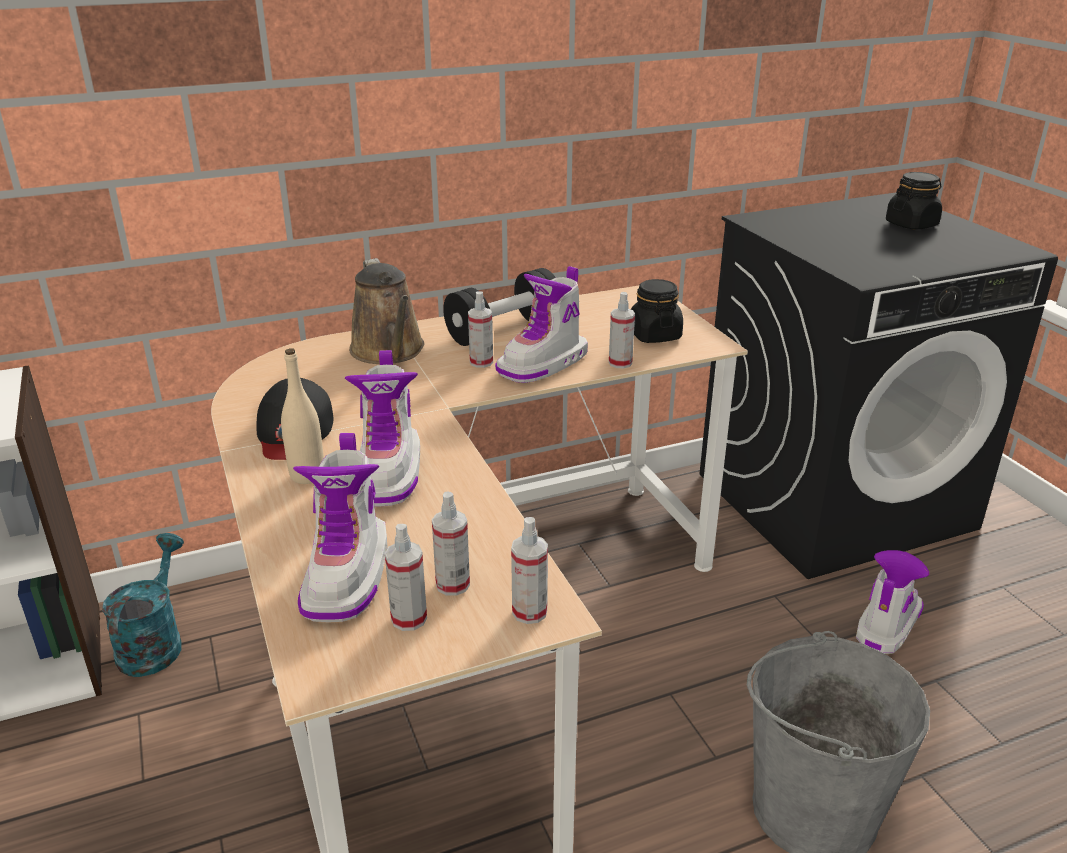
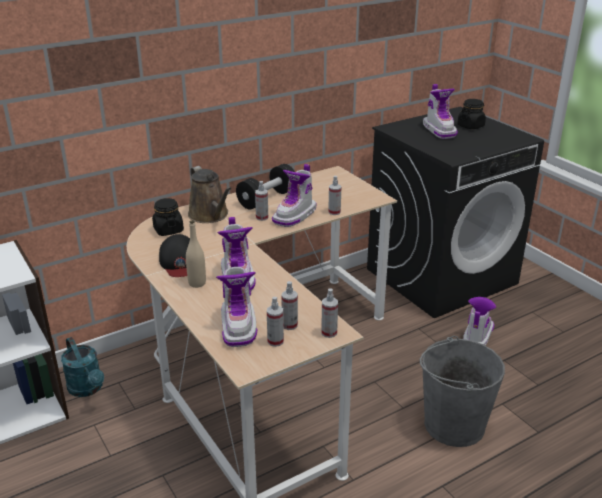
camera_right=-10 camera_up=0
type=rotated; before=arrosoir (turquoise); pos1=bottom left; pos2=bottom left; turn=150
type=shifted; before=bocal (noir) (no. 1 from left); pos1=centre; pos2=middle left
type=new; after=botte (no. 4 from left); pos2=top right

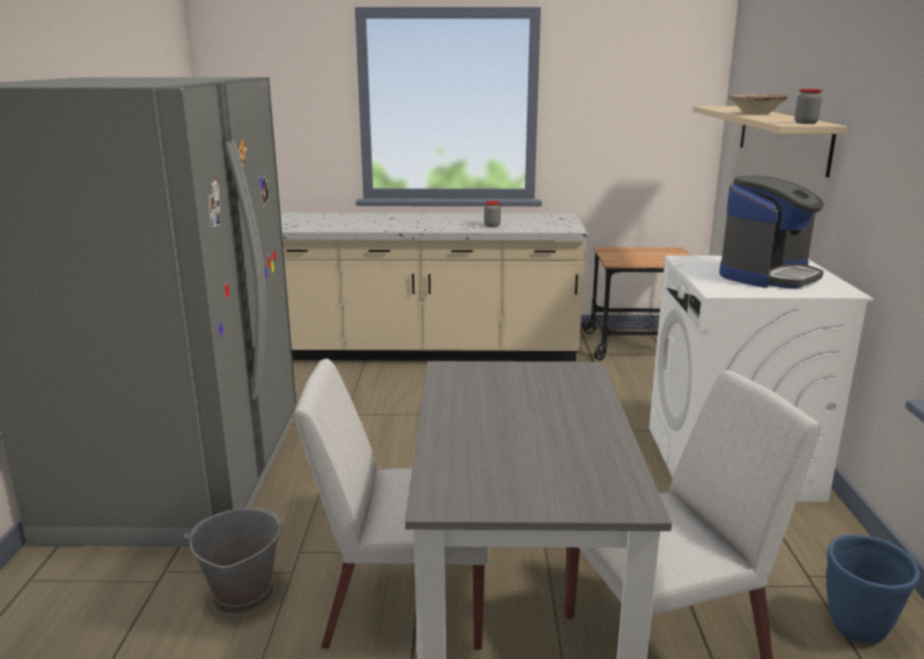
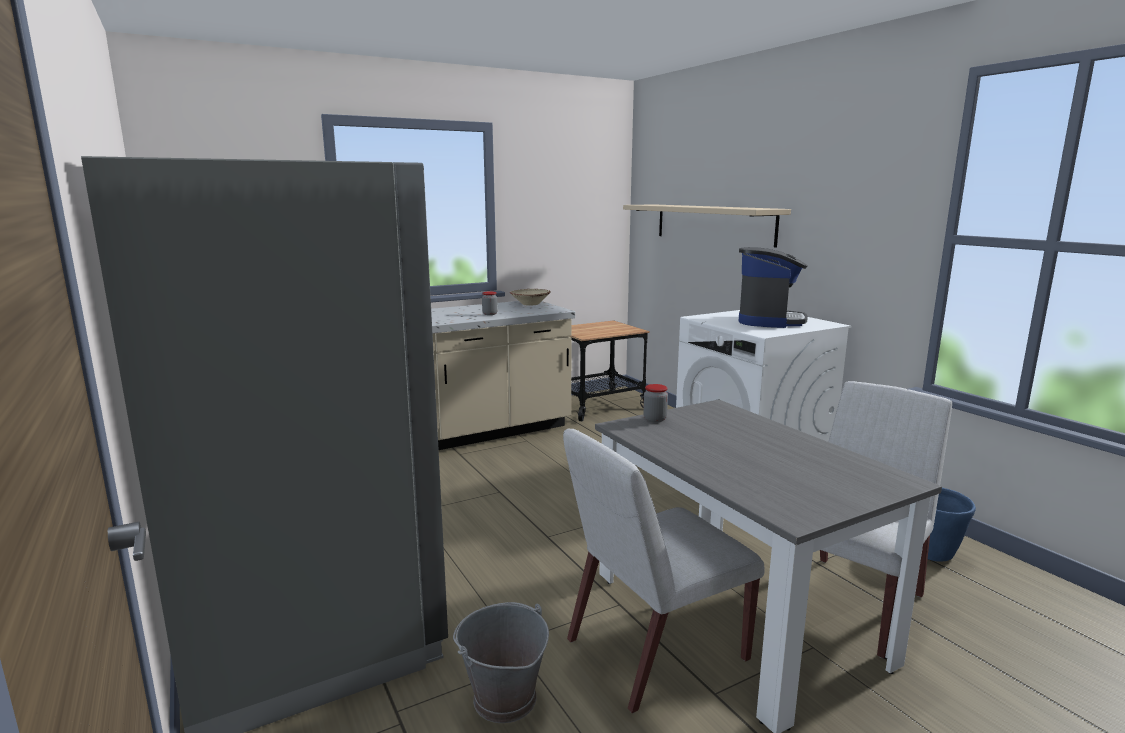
camera_right=-30 camera_up=-5
type=shifted; before=bol (beige); pos1=top right; pos2=centre
type=shifted; before=bocal (no. 2 from left); pos1=top right; pos2=centre

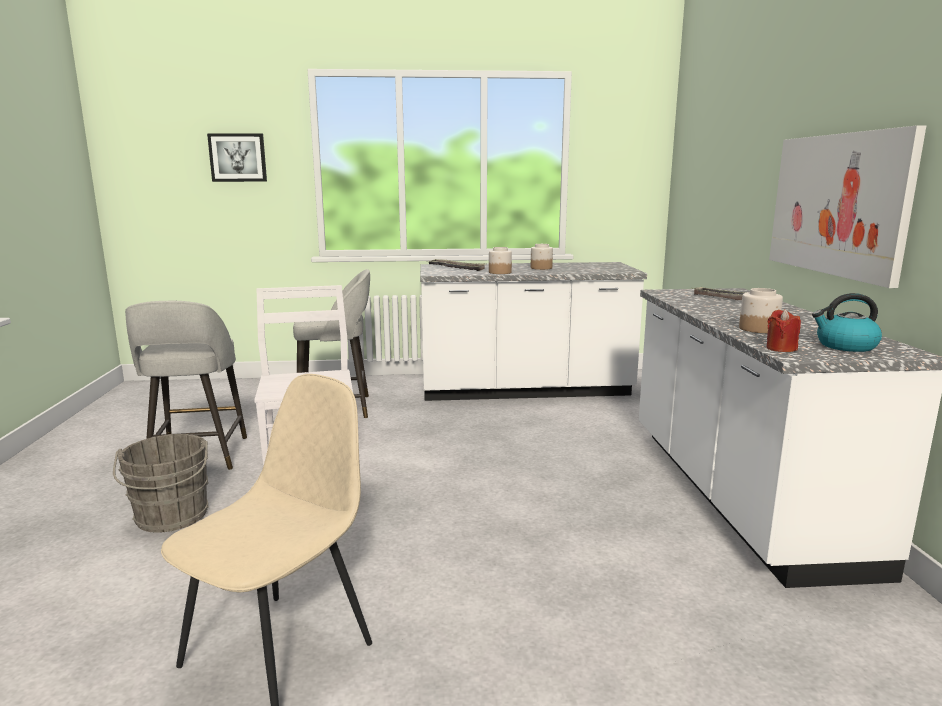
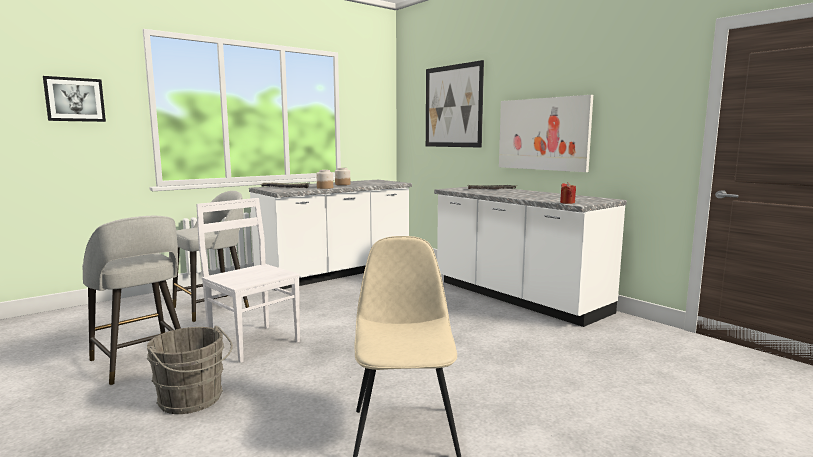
camera_right=-35 camera_up=-5
type=gone; before=bocal (no. 3 from left); pos1=middle right
type=gone; before=bouilloire; pos1=middle right
type=new; after=tableau (no. 2 from left); pos2=top centre

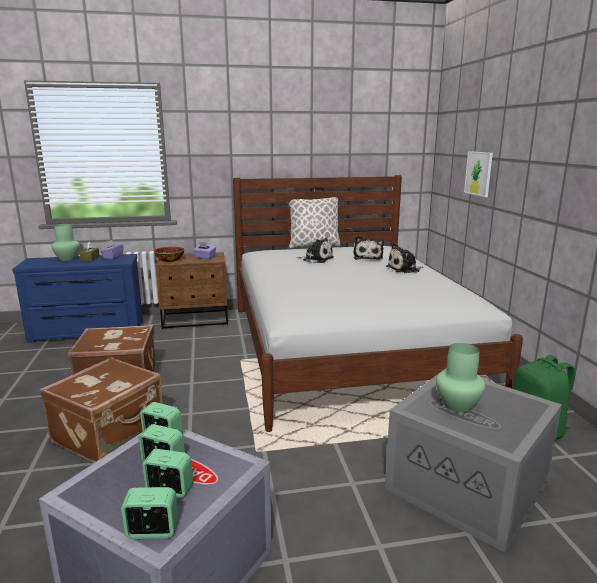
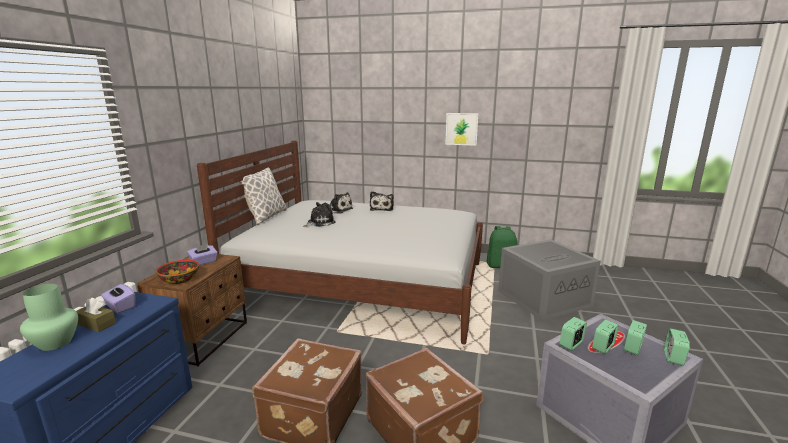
camera_right=-65 camera_up=0
type=gone; before=vase (vert) (no. 2 from left); pos1=middle right
type=shifted; before=tableau; pos1=top right; pos2=top centre

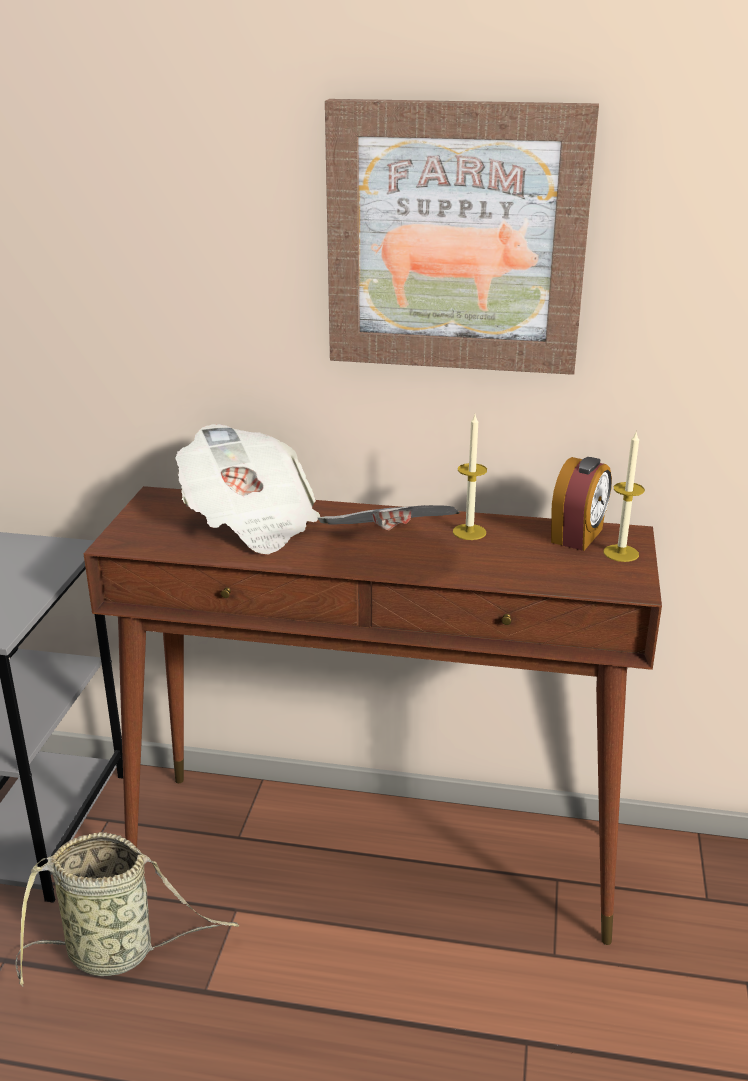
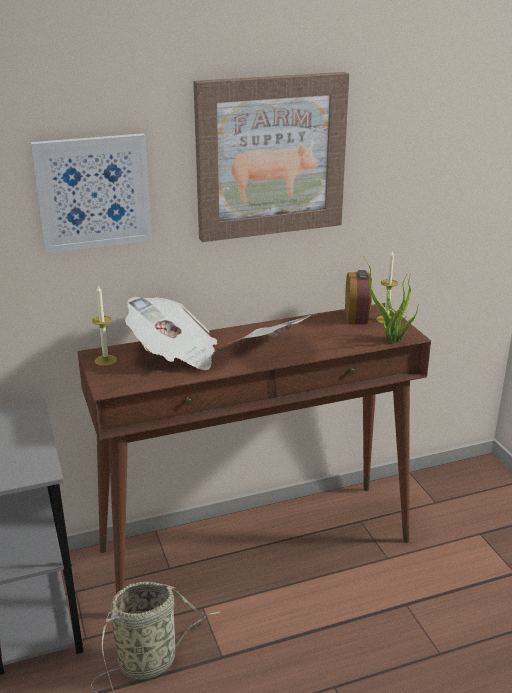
camera_right=-30 camera_up=0
type=shifted; before=bougie (no. 1 from left); pos1=centre; pos2=middle left
type=new; after=tableau (no. 1 from left); pos2=top left
type=new; after=plante en pot; pos2=middle right

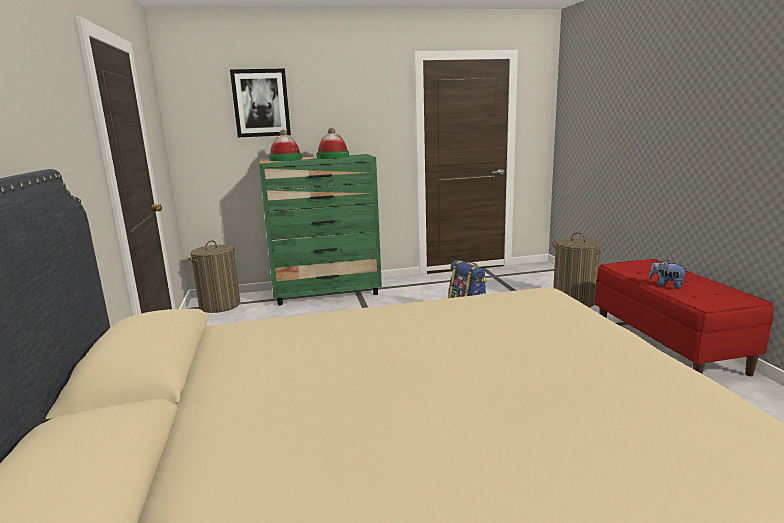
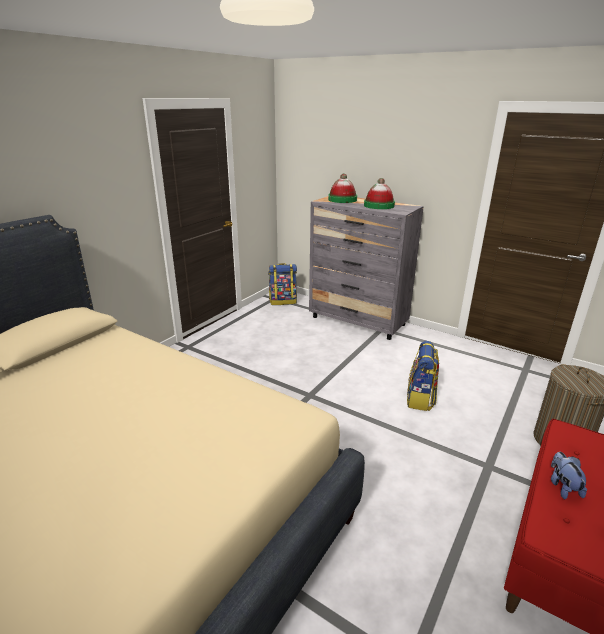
camera_right=45 camera_up=10
type=swapped; before=panier à linge (no. 1 from left); after=sac à dos (no. 1 from left); pos1=middle left; pos2=centre
type=gone; before=tableau; pos1=top left
type=repainted; before=commode (vert); after=commode (gris); pos1=centre; pos2=centre

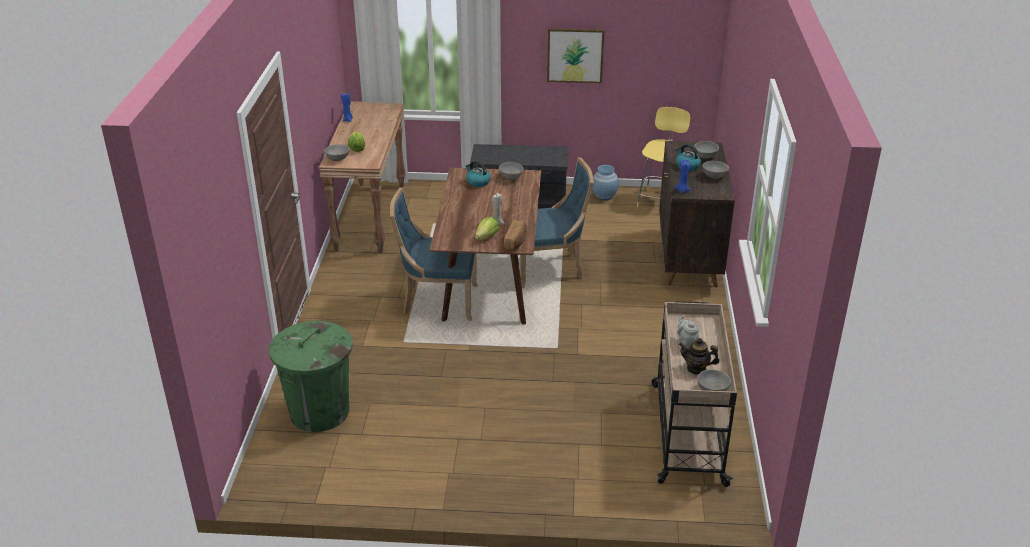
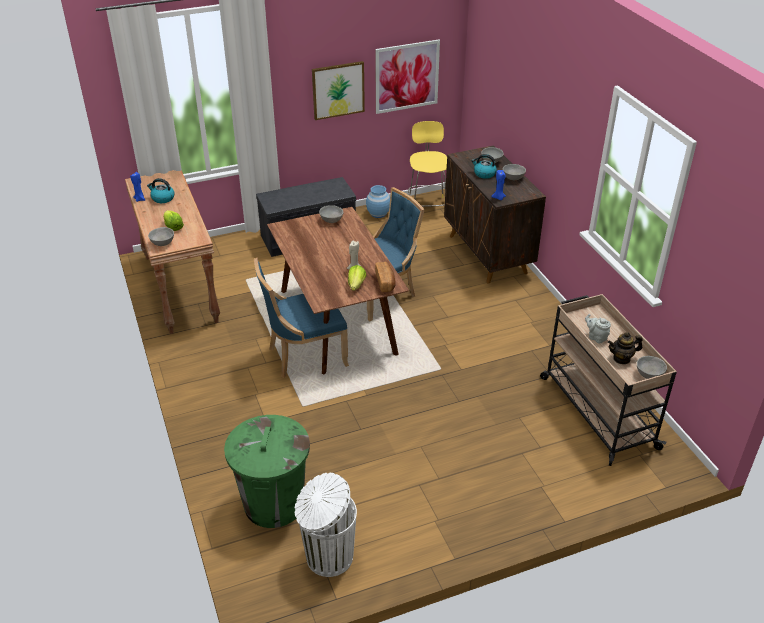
camera_right=-25 camera_up=5
type=shifted; before=bouilloire (no. 1 from left); pos1=top centre; pos2=top left
type=new; after=poubelle (blanc); pos2=bottom centre
type=new; after=tableau (no. 2 from left); pos2=top centre

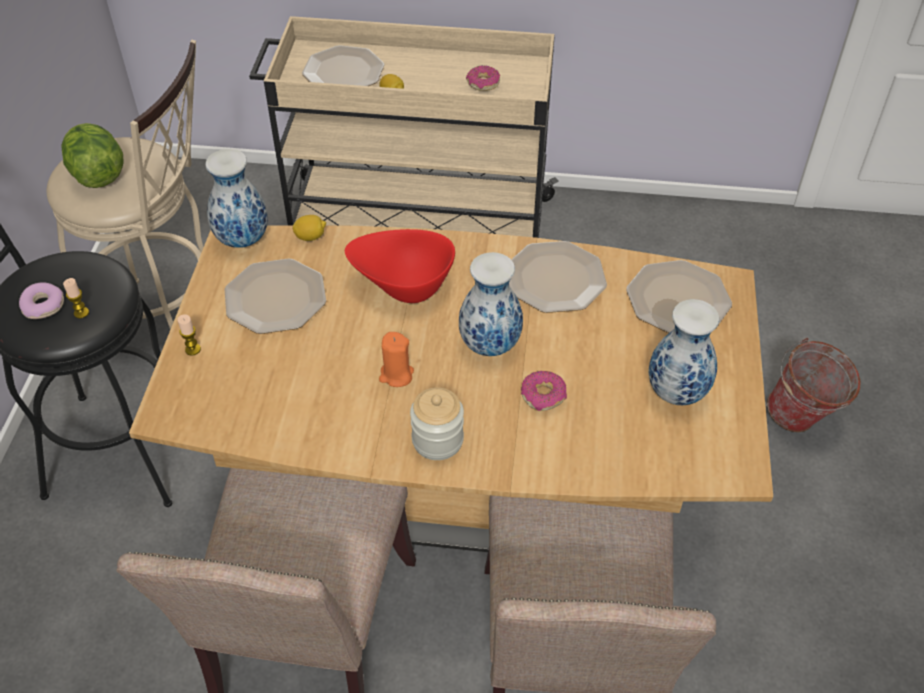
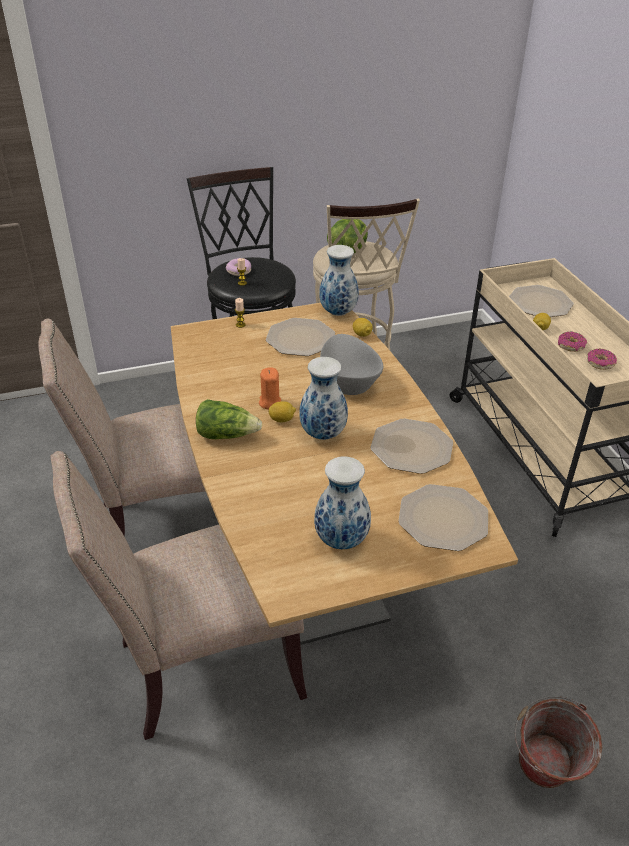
camera_right=65 camera_up=-10
type=repainted; before=bol (rouge); after=bol (gris); pos1=centre; pos2=centre
type=swapped; before=bocal; after=laitue (no. 1 from left); pos1=centre; pos2=centre
type=shifted; before=beignet (no. 3 from left in the first image); after=beignet (no. 2 from left); pos1=centre; pos2=middle right
type=new; after=citron (no. 1 from left); pos2=centre

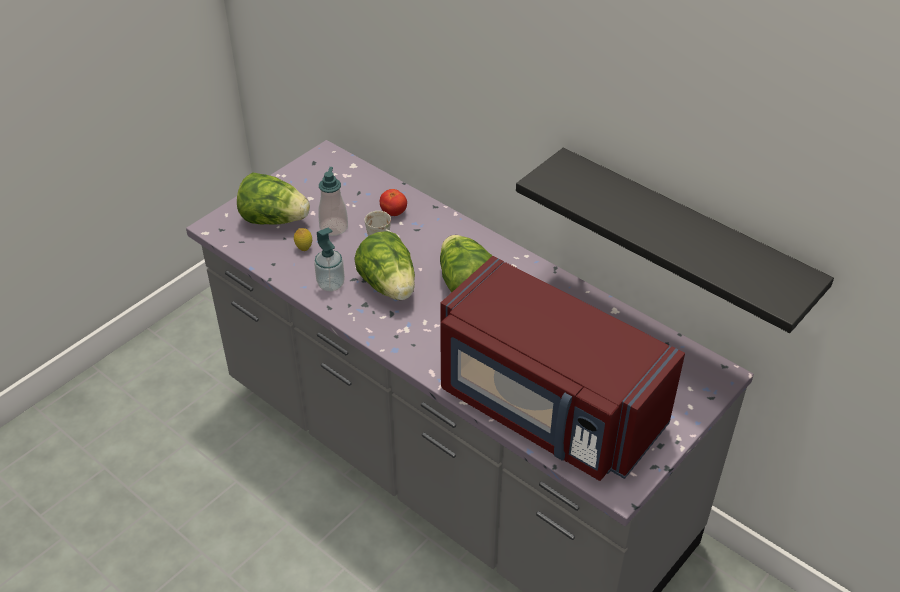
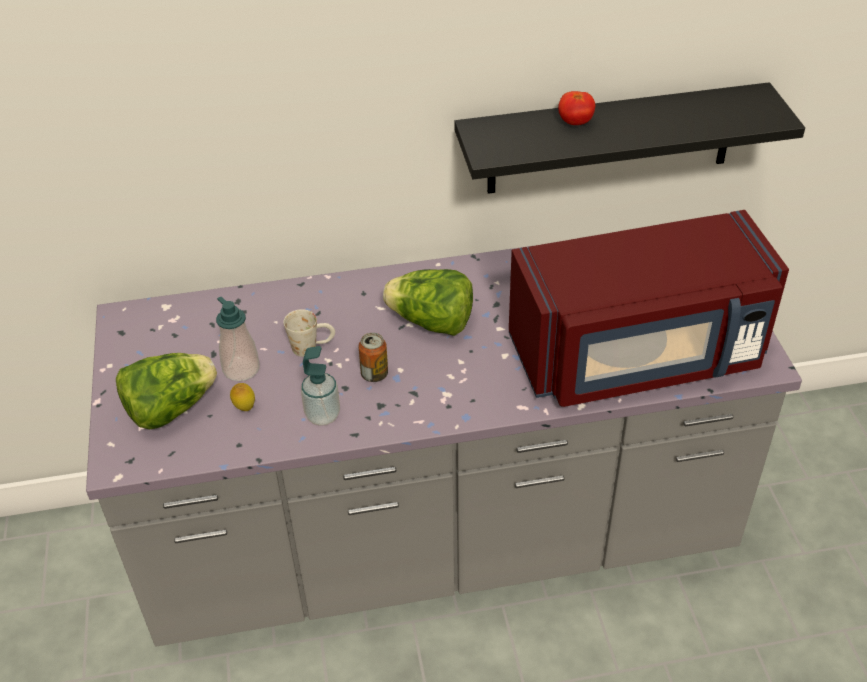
camera_right=-50 camera_up=0
type=swapped; before=laitue (no. 2 from left); after=boîte métallique; pos1=centre; pos2=centre
type=shifted; before=tomate; pos1=centre; pos2=top centre

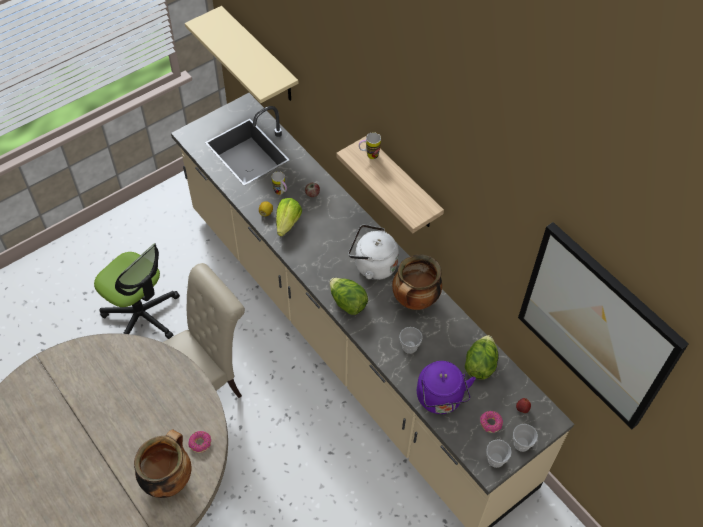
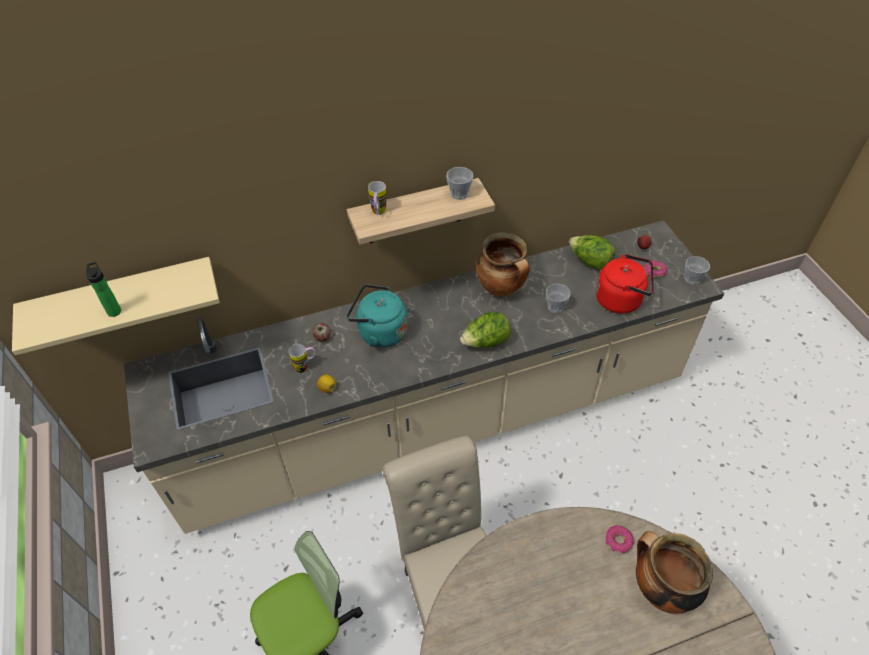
camera_right=-70 camera_up=-5
type=gone; before=laitue (no. 1 from left); pos1=centre
type=gone; before=bouilloire (blanc); pos1=centre
type=repainted; before=bouilloire (violet); after=bouilloire (rouge); pos1=bottom centre; pos2=middle right
type=shifted; before=tasse (no. 3 from left in the first image); after=tasse (no. 1 from left); pos1=bottom right; pos2=top centre
type=gone; before=tableau; pos1=middle right
type=new; after=bouteille; pos2=middle left
type=new; after=bouilloire (turquoise); pos2=centre

